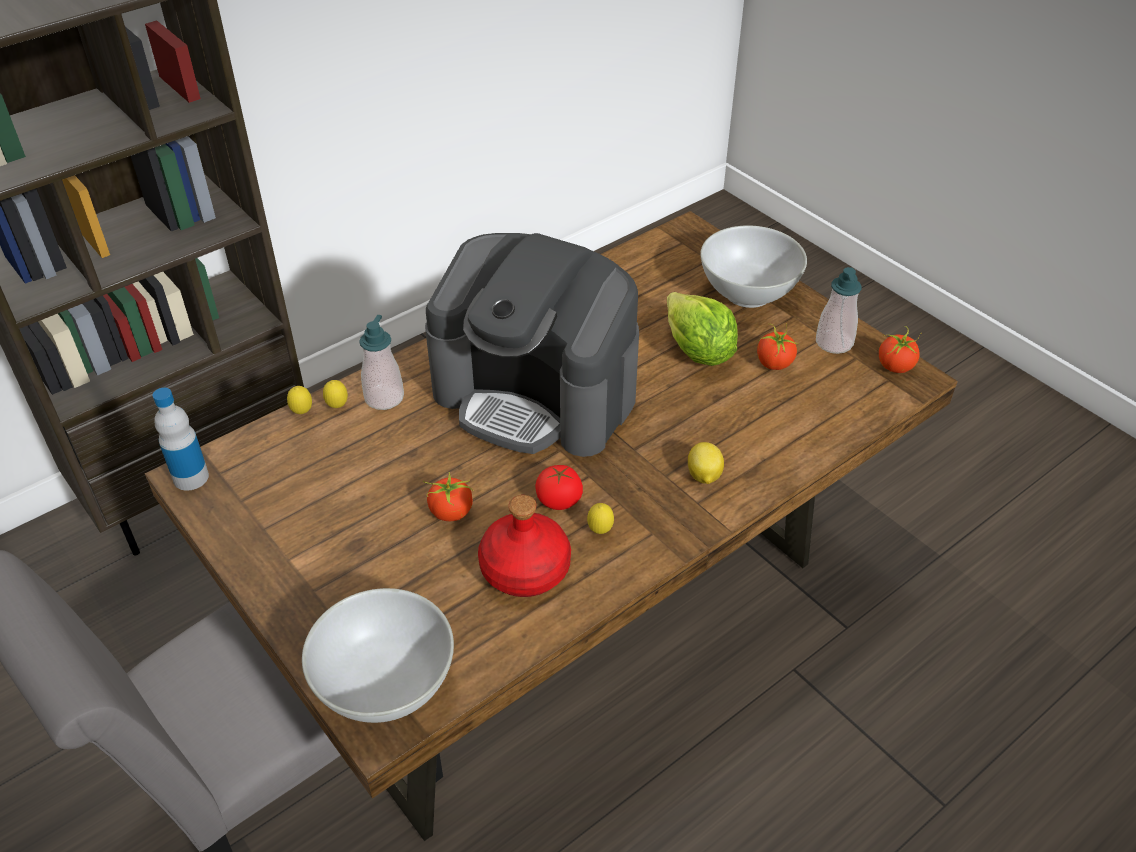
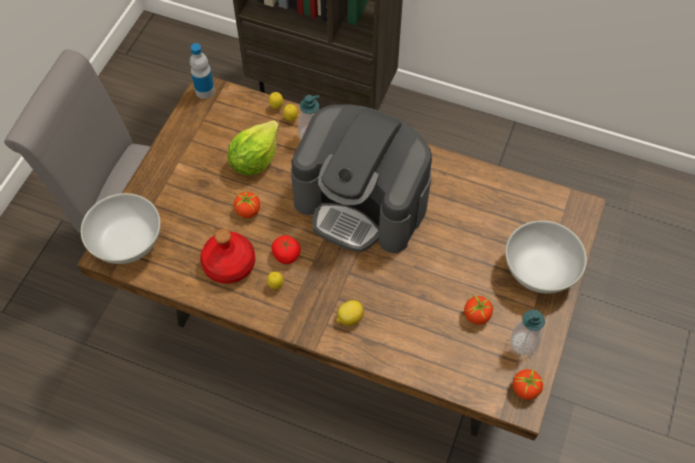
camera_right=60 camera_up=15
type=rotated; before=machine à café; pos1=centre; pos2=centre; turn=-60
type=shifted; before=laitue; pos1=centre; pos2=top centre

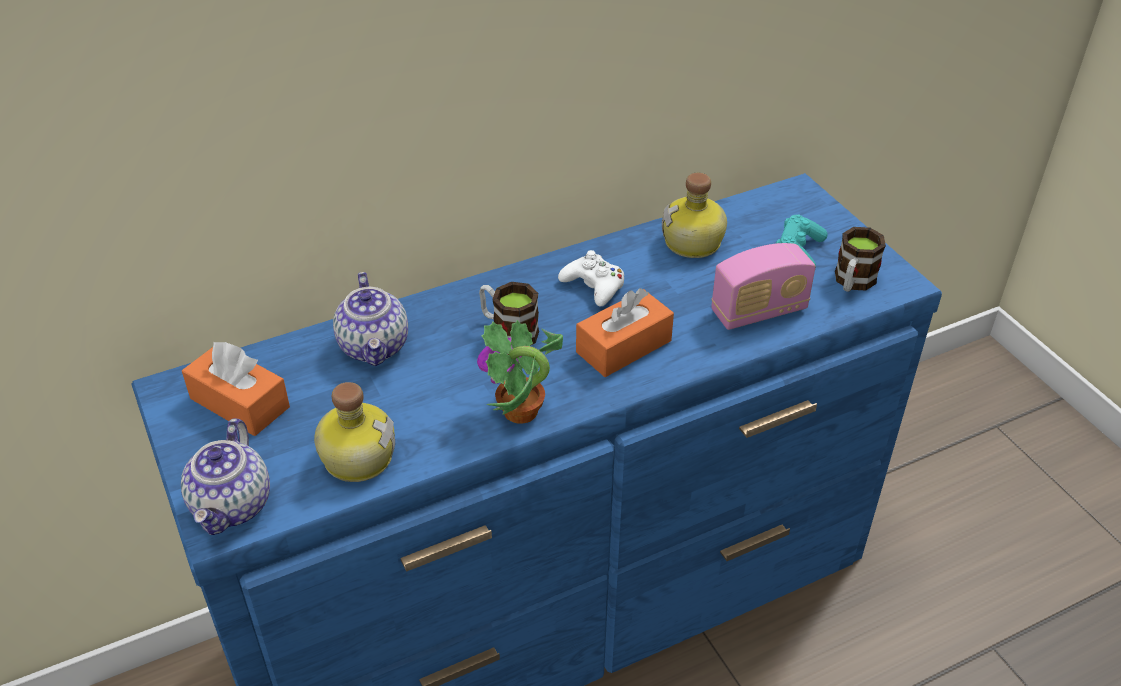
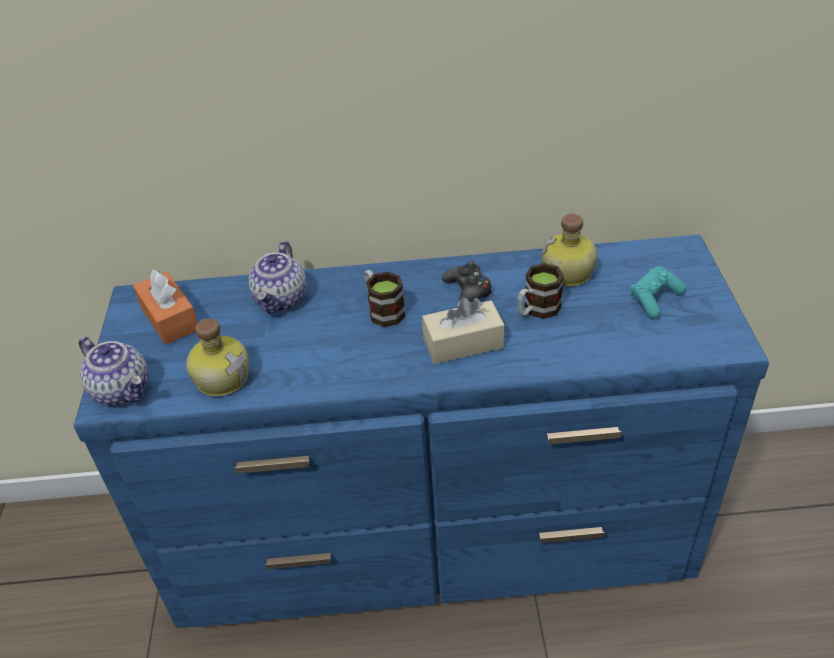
camera_right=25 camera_up=0
type=rotated; before=théière (no. 1 from left); pos1=bottom left; pos2=middle left; turn=-75
type=gone; before=plante en pot; pos1=centre
type=repainted; before=manette (blanc); after=manette (noir); pos1=centre; pos2=centre
type=repainted; before=boîte à mouchoirs (orange) (no. 2 from left); after=boîte à mouchoirs (beige); pos1=centre; pos2=centre
type=gone; before=radio; pos1=middle right
type=shifted; before=mug (no. 2 from left); pos1=middle right; pos2=centre

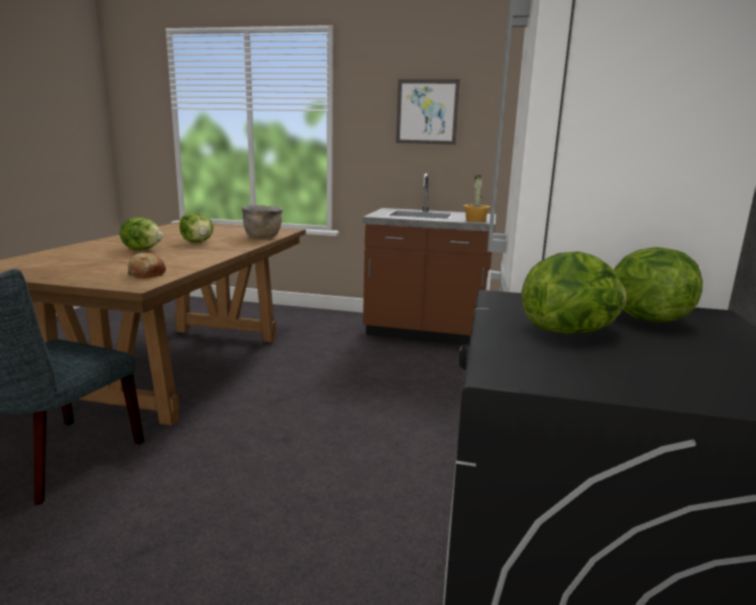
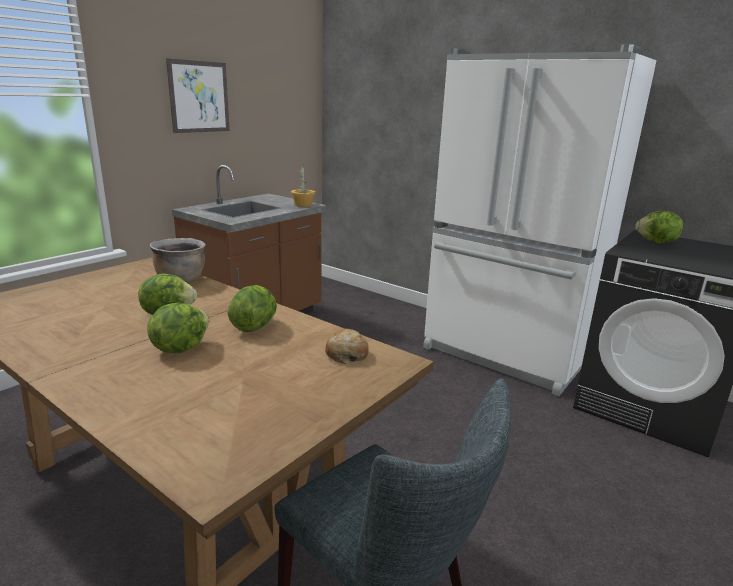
camera_right=-65 camera_up=5
type=shifted; before=laitue (no. 3 from left); pos1=middle right; pos2=centre

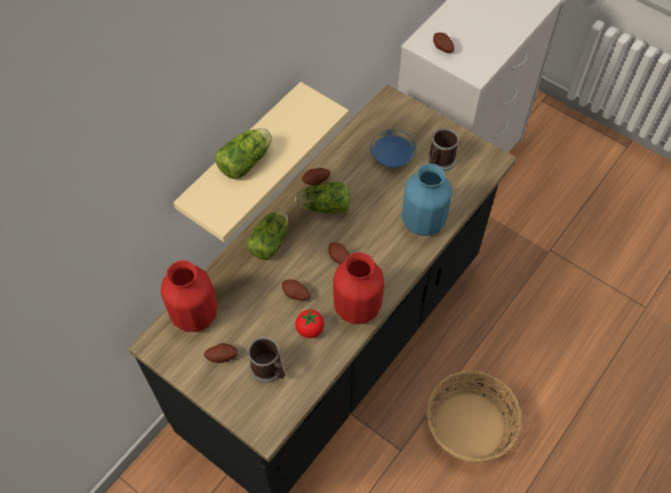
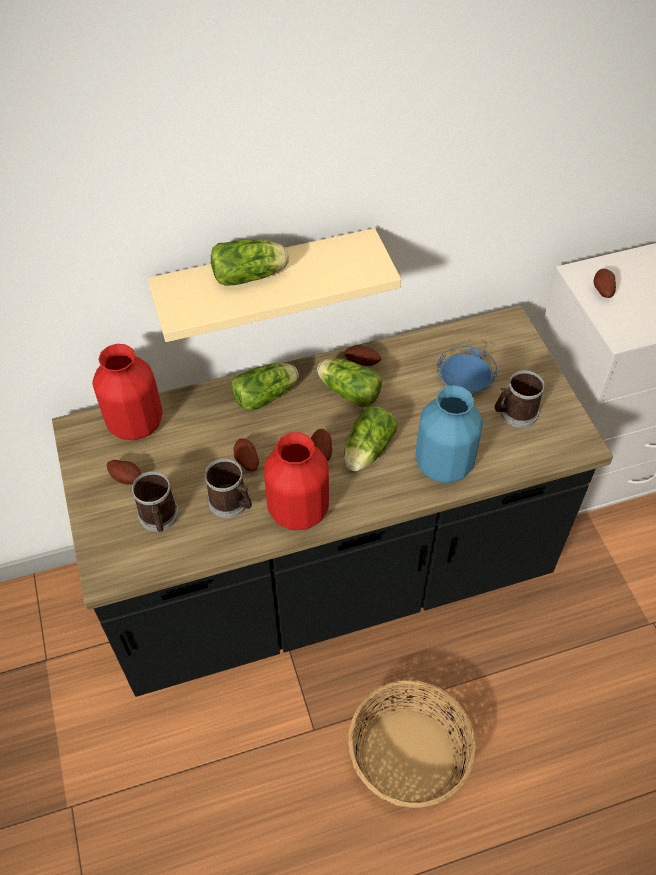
camera_right=35 camera_up=-5
type=swapped; before=tomate; after=mug (no. 2 from left); pos1=centre; pos2=centre
type=new; after=laitue (no. 4 from left); pos2=centre

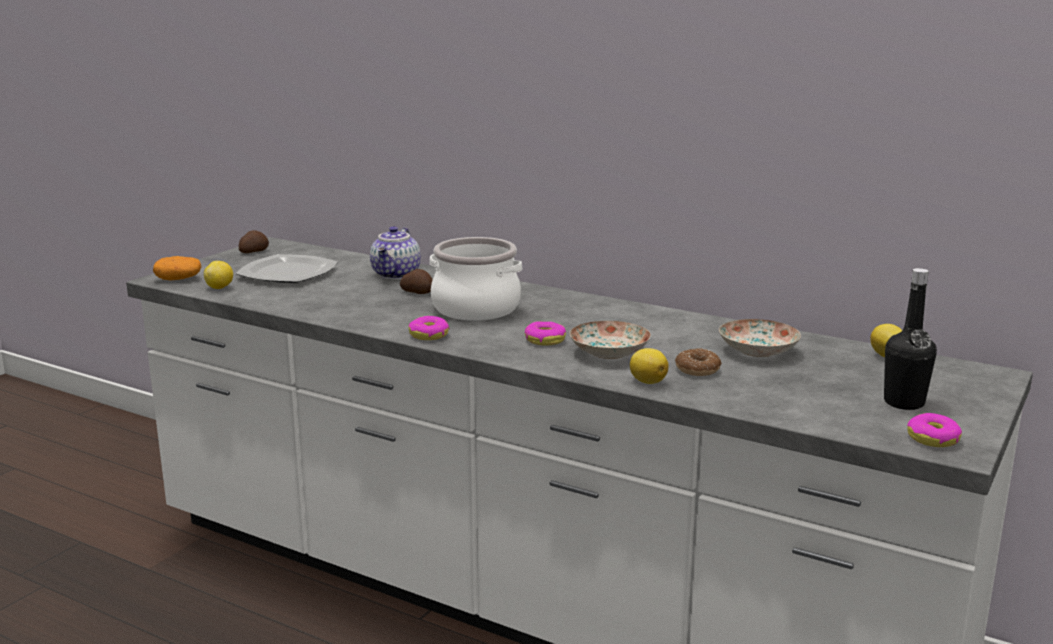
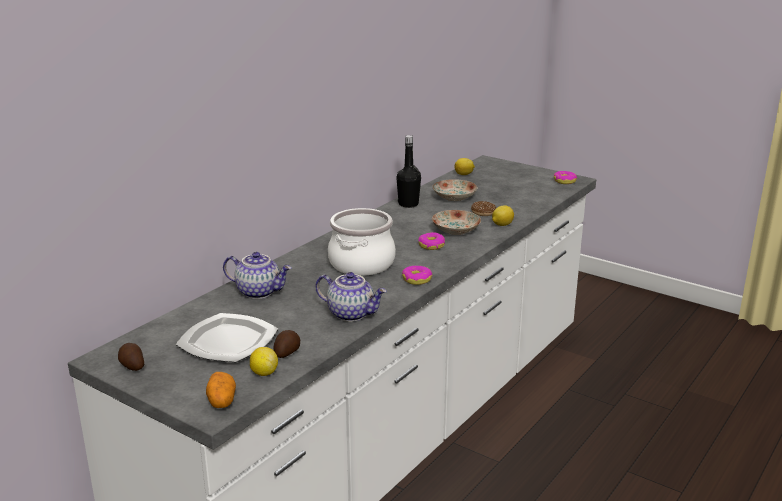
camera_right=-85 camera_up=5
type=shifted; before=pomme de terre (no. 3 from left); pos1=centre; pos2=bottom centre
type=shifted; before=bouteille (noir); pos1=middle right; pos2=centre
type=new; after=théière (no. 2 from left); pos2=centre

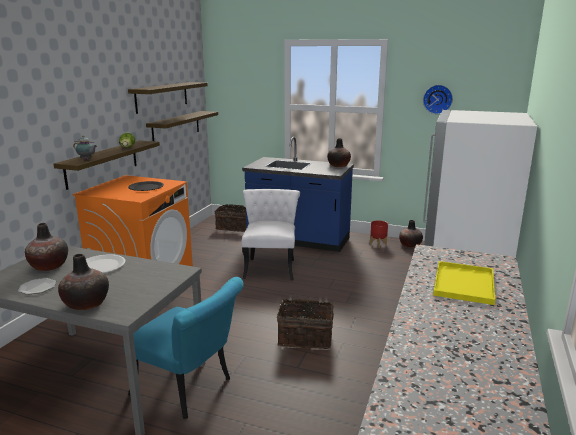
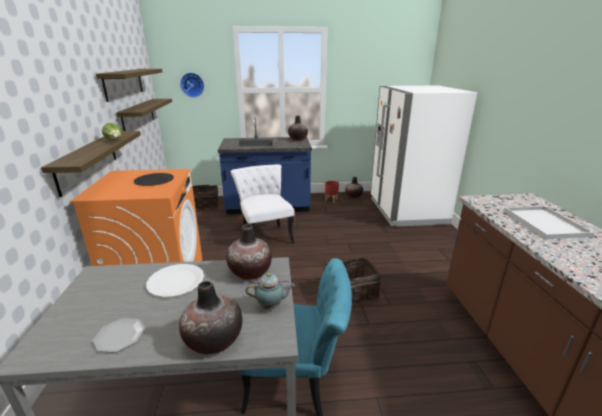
camera_right=-25 camera_up=5
type=shifted; before=vase (no. 1 from left in the first image); after=vase (no. 2 from left); pos1=middle left; pos2=centre
type=shifted; before=théière; pos1=middle left; pos2=bottom centre
type=shifted; before=horloge murale; pos1=top right; pos2=top left
type=repainted; before=plateau (jaune); after=plateau (blanc); pos1=middle right; pos2=middle right

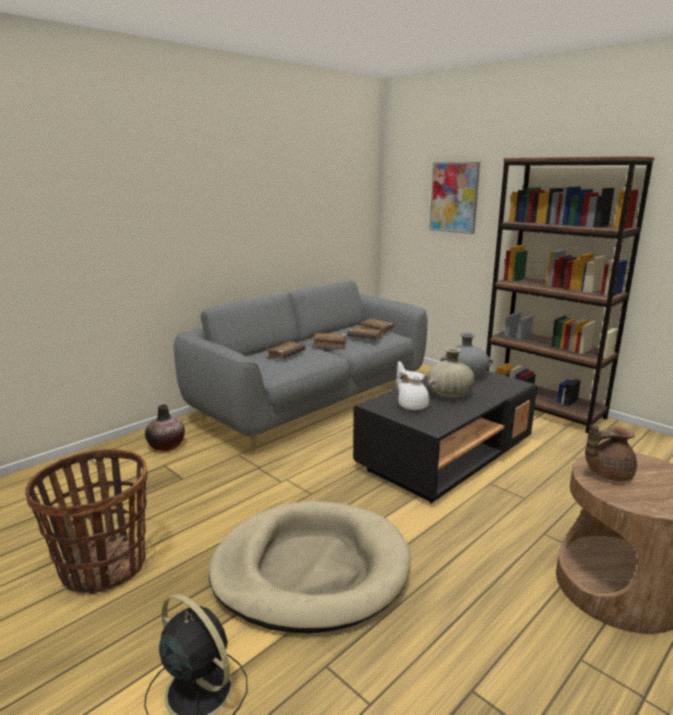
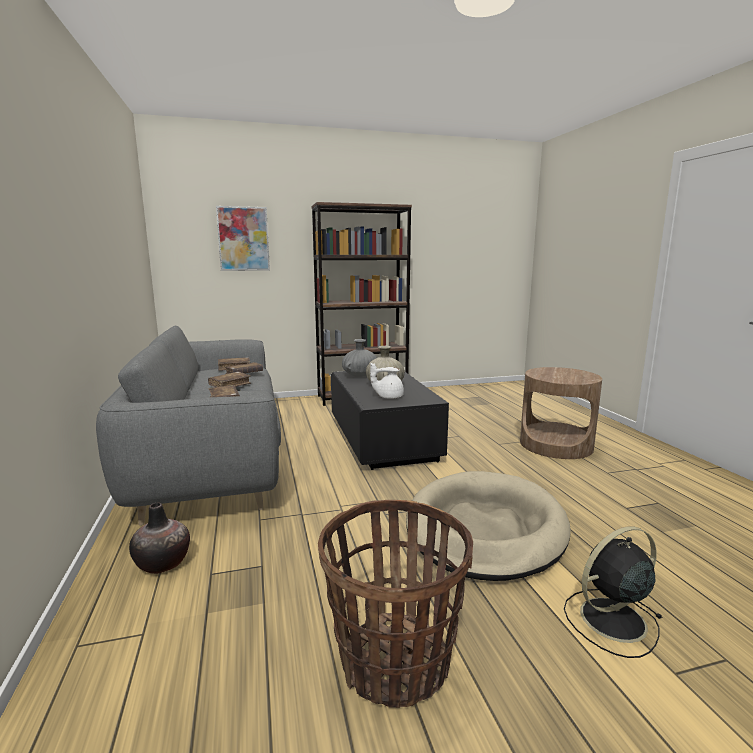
camera_right=-60 camera_up=-5
type=gone; before=théière (marron); pos1=middle right

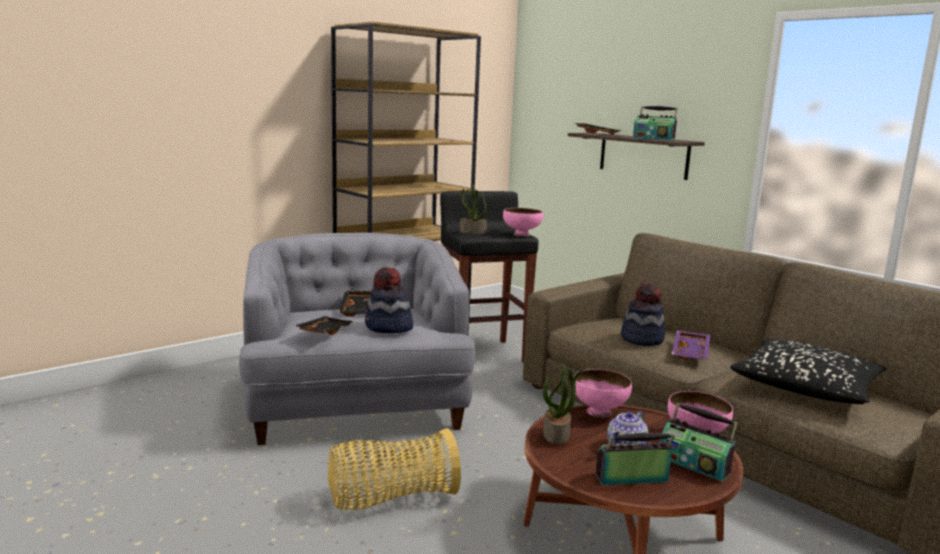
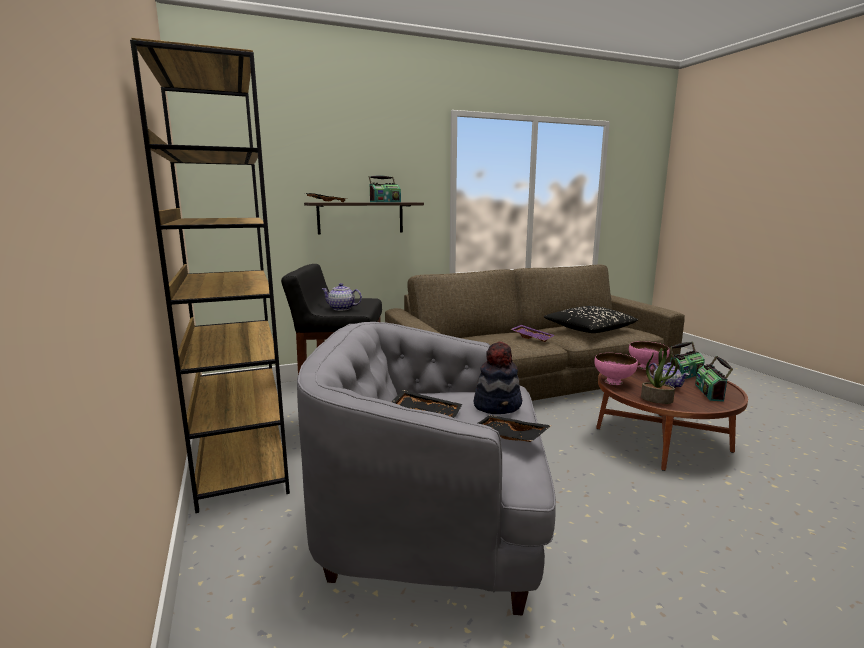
camera_right=-70 camera_up=0
type=gone; before=panier; pos1=bottom centre
type=swapped; before=plante en pot (no. 1 from left); after=théière (no. 1 from left); pos1=centre; pos2=centre
type=gone; before=bol (rose) (no. 1 from left); pos1=centre
type=gone; before=chapeau (no. 2 from left); pos1=middle right

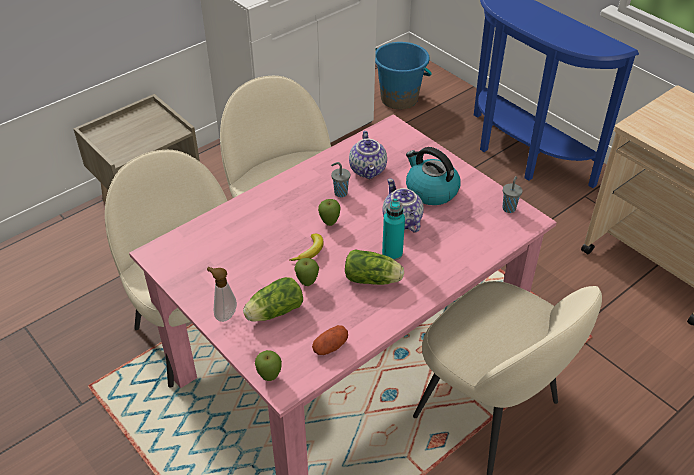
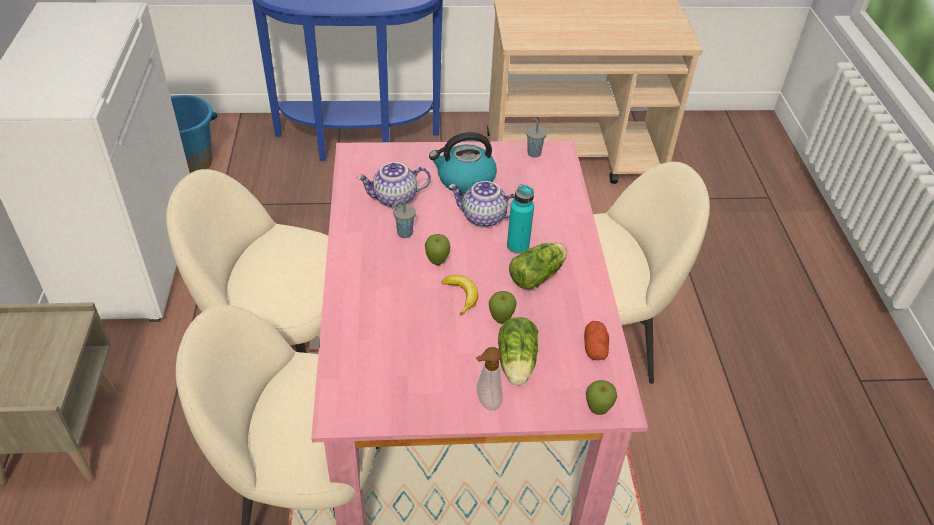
camera_right=-55 camera_up=0
type=rotated; before=théière (no. 1 from left); pos1=top centre; pos2=centre; turn=135

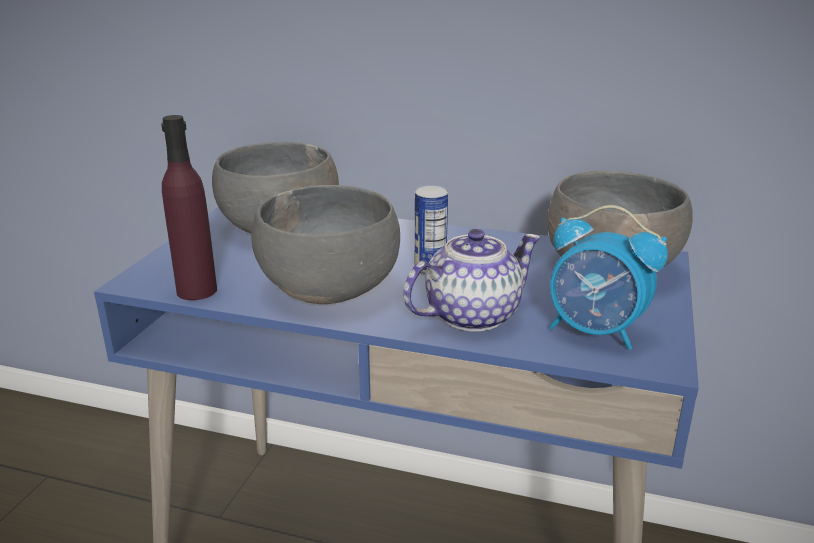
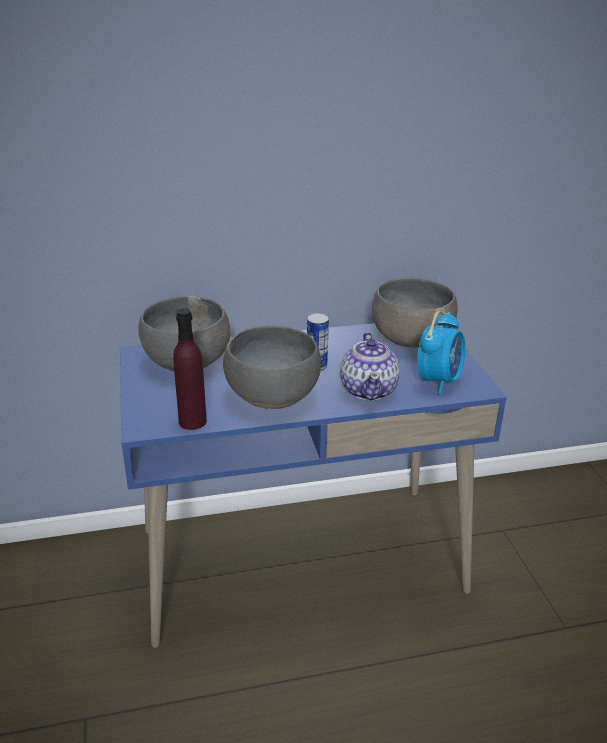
camera_right=-30 camera_up=5
type=rotated; before=théière; pos1=centre; pos2=centre; turn=150
type=rotated; before=réveil; pos1=middle right; pos2=middle right; turn=-60

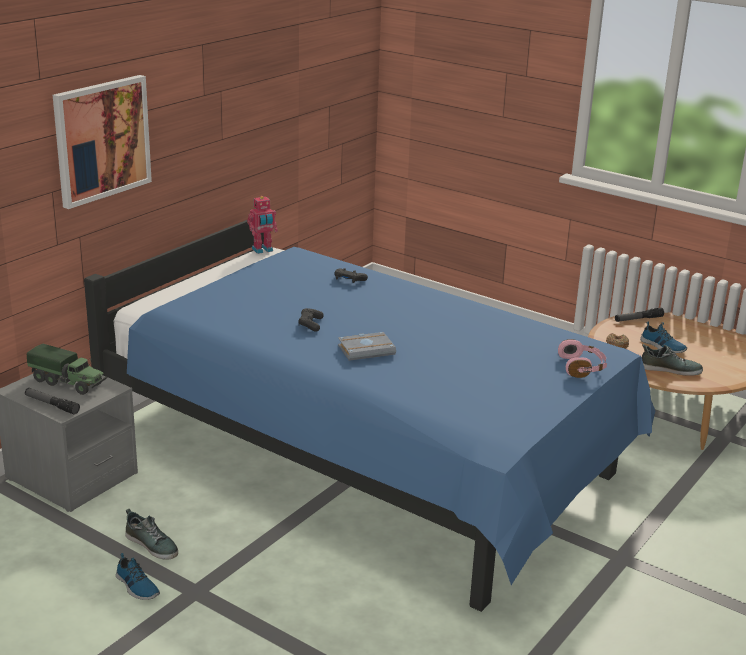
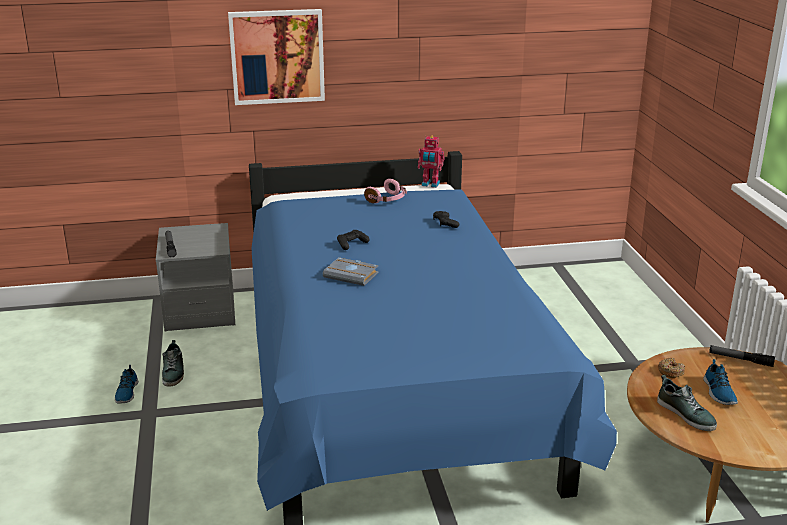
camera_right=45 camera_up=0
type=gone; before=camion jouet; pos1=middle left
type=shifted; before=casque audio (rose); pos1=middle right; pos2=centre

